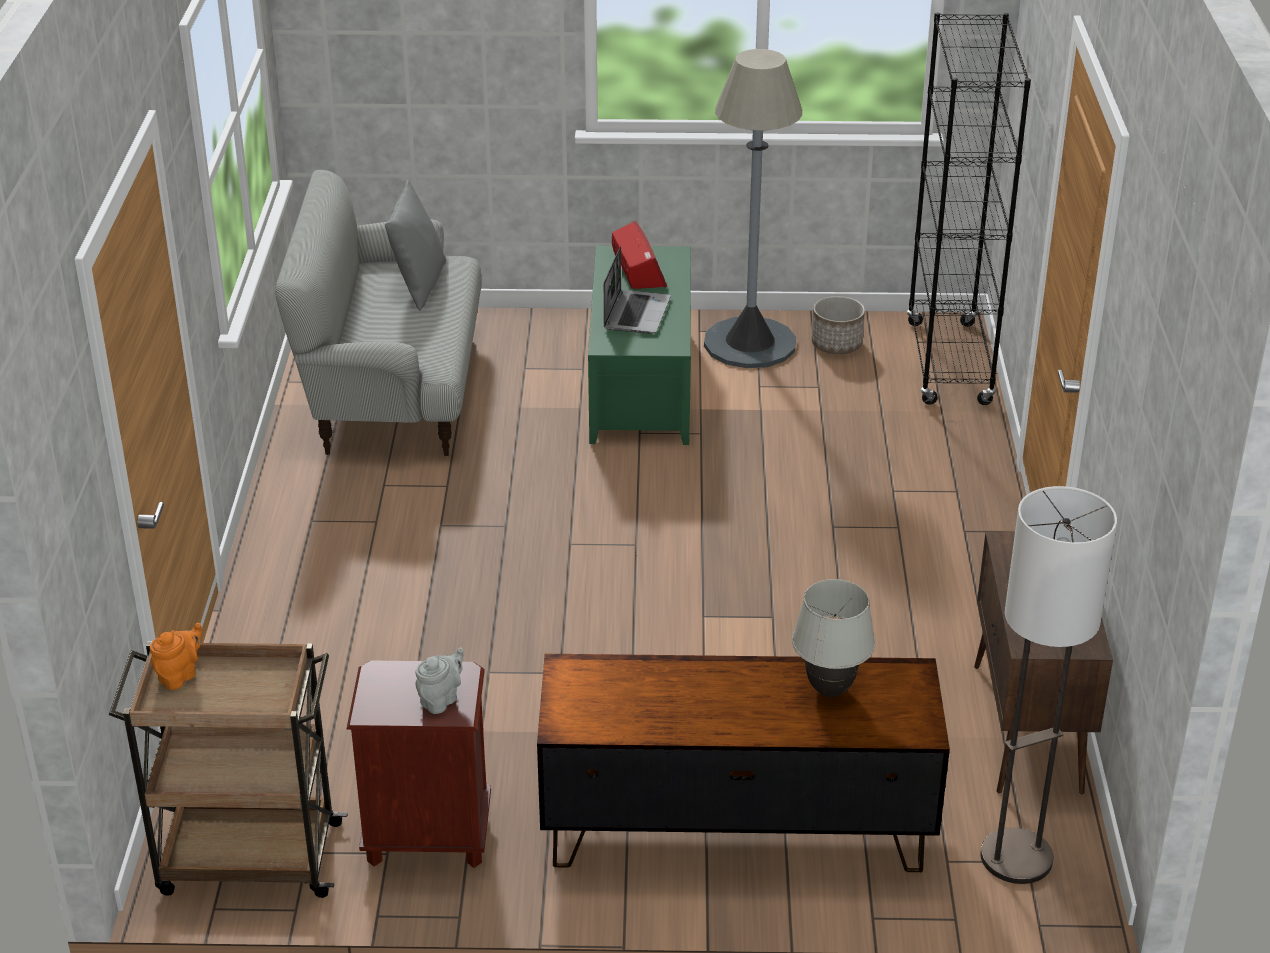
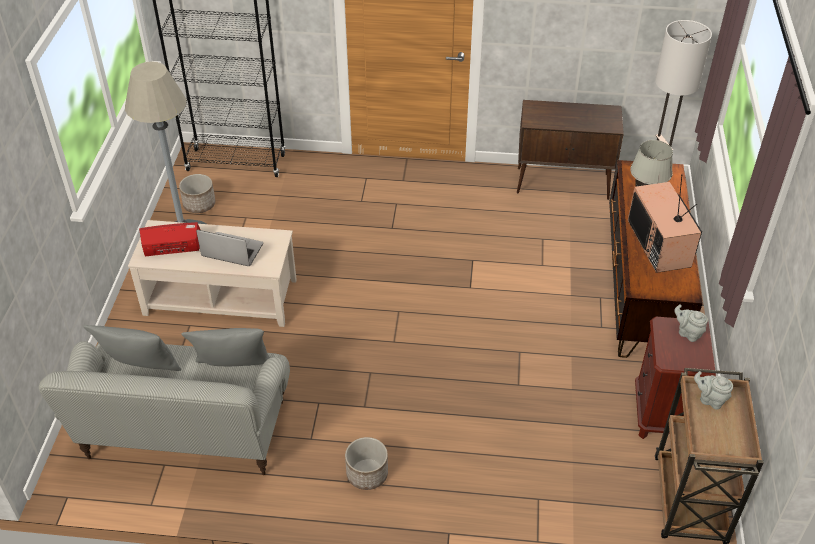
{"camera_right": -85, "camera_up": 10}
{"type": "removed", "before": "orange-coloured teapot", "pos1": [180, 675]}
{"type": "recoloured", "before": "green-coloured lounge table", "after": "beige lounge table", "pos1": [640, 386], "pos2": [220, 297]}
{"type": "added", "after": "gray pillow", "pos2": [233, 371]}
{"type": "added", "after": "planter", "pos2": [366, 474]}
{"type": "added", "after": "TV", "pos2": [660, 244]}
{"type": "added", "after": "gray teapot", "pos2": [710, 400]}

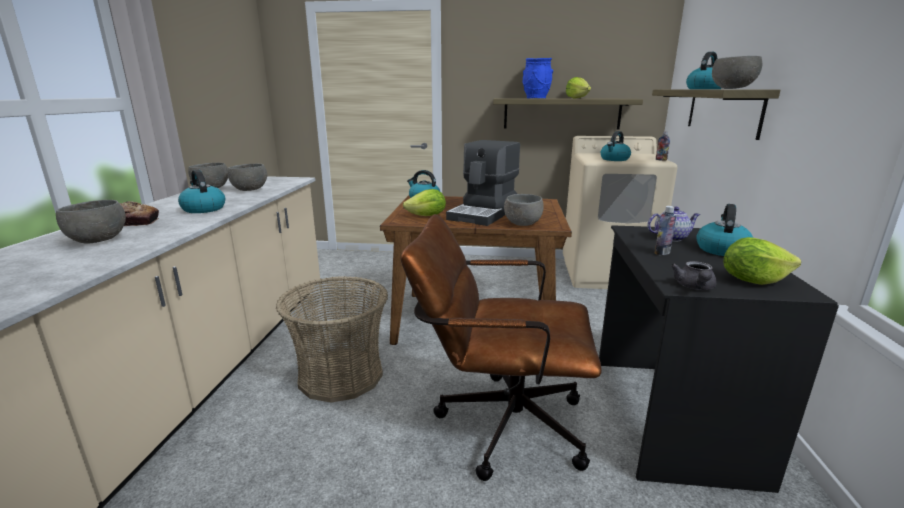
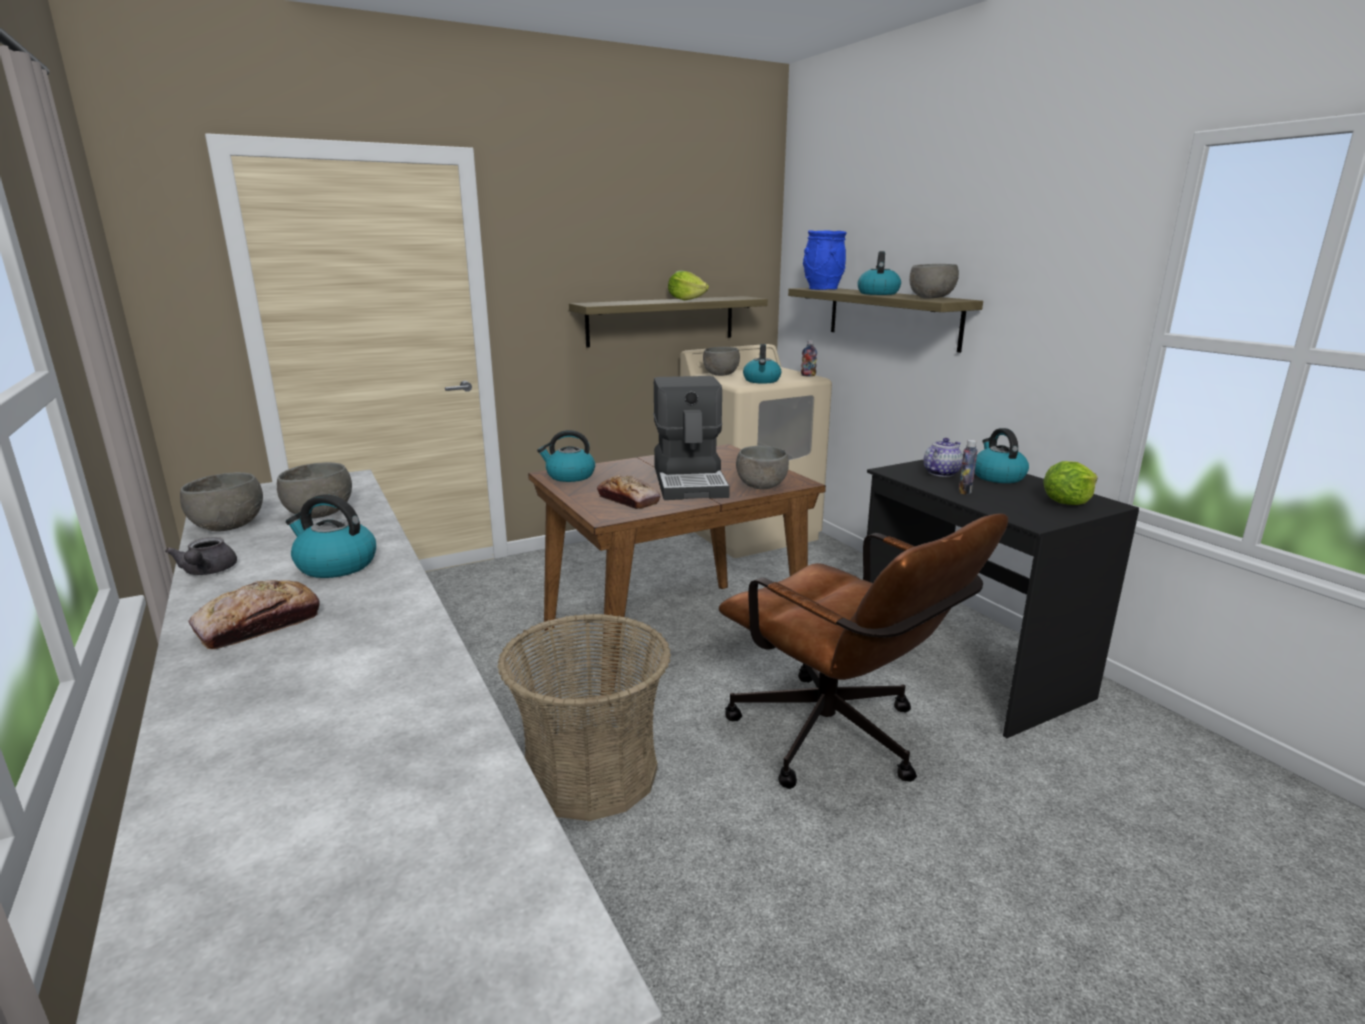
{"camera_right": -35, "camera_up": 0}
{"type": "moved", "before": "gray deep dish", "pos1": [99, 240], "pos2": [720, 375]}
{"type": "turned", "before": "brown computer chair", "pos1": [498, 422], "pos2": [840, 742], "turn": -105}
{"type": "replaced", "before": "lettuce head", "after": "bakery bread", "pos1": [427, 216], "pos2": [628, 500]}
{"type": "moved", "before": "bluish vase", "pos1": [535, 98], "pos2": [822, 289]}
{"type": "moved", "before": "gray teapot", "pos1": [694, 287], "pos2": [207, 572]}

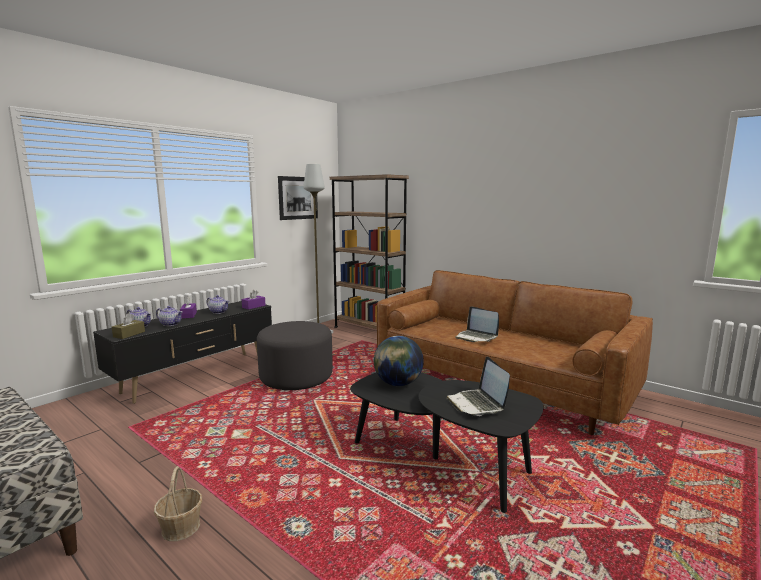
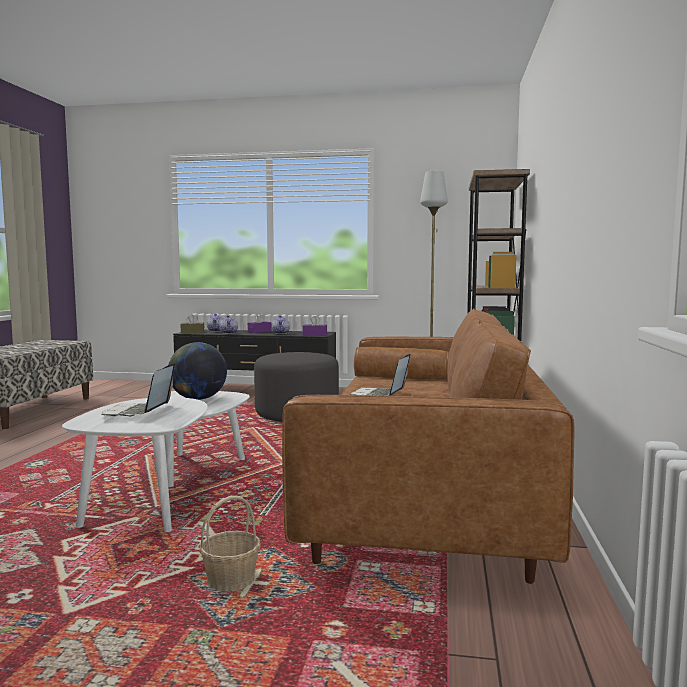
{"camera_right": 60, "camera_up": -5}
{"type": "moved", "before": "household basket", "pos1": [181, 527], "pos2": [231, 580]}
{"type": "removed", "before": "wall art", "pos1": [298, 198]}
{"type": "recoloured", "before": "blackish lounge table", "after": "white lounge table", "pos1": [439, 459], "pos2": [171, 488]}
{"type": "turned", "before": "notebook computer", "pos1": [477, 404], "pos2": [138, 412], "turn": -45}

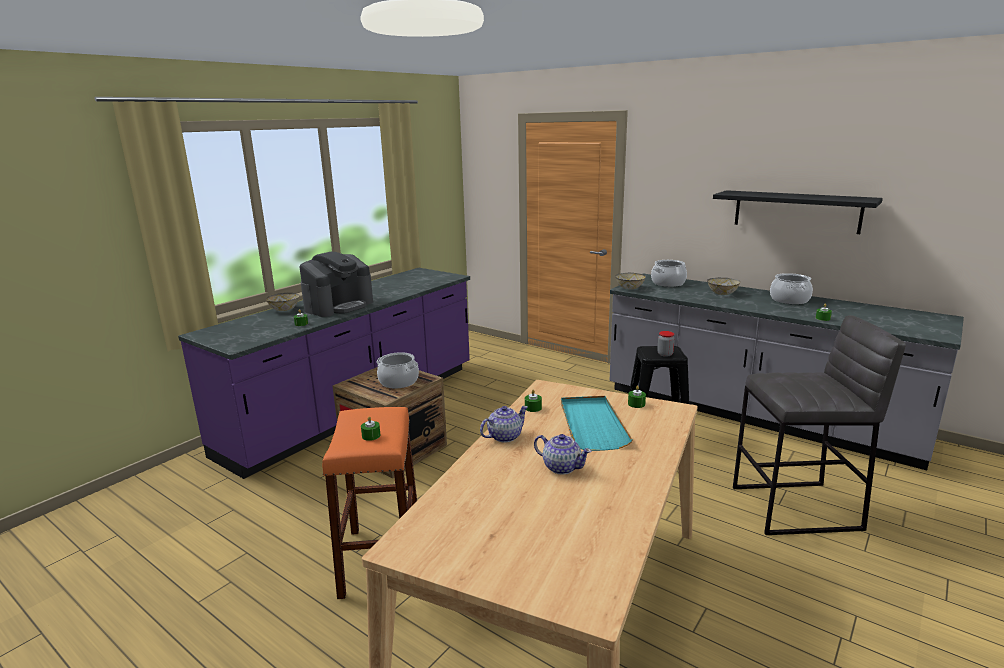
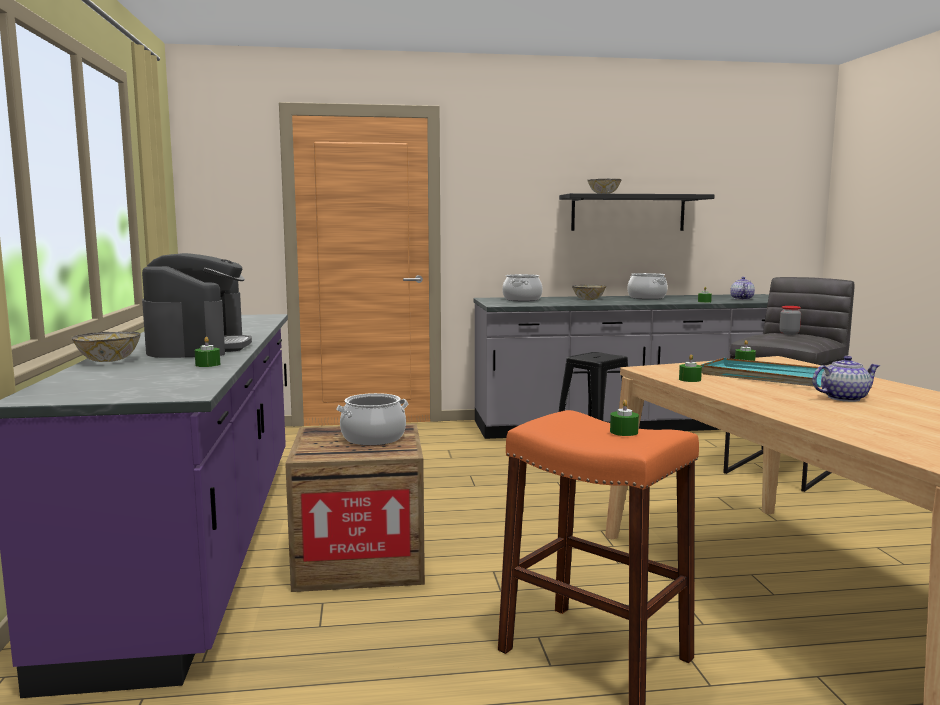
{"camera_right": -45, "camera_up": -10}
{"type": "moved", "before": "teapot", "pos1": [504, 436], "pos2": [741, 299]}
{"type": "moved", "before": "deep dish", "pos1": [629, 288], "pos2": [604, 193]}
{"type": "moved", "before": "preserve jar", "pos1": [665, 354], "pos2": [789, 333]}

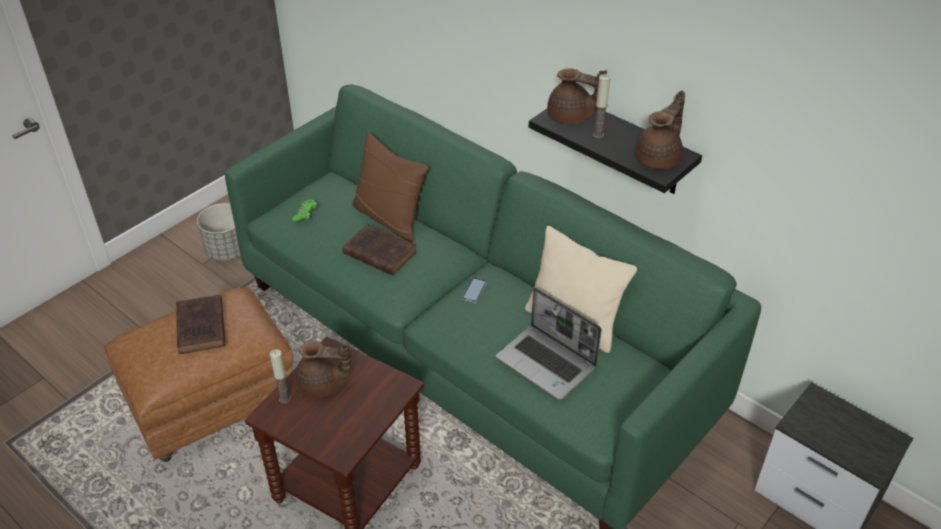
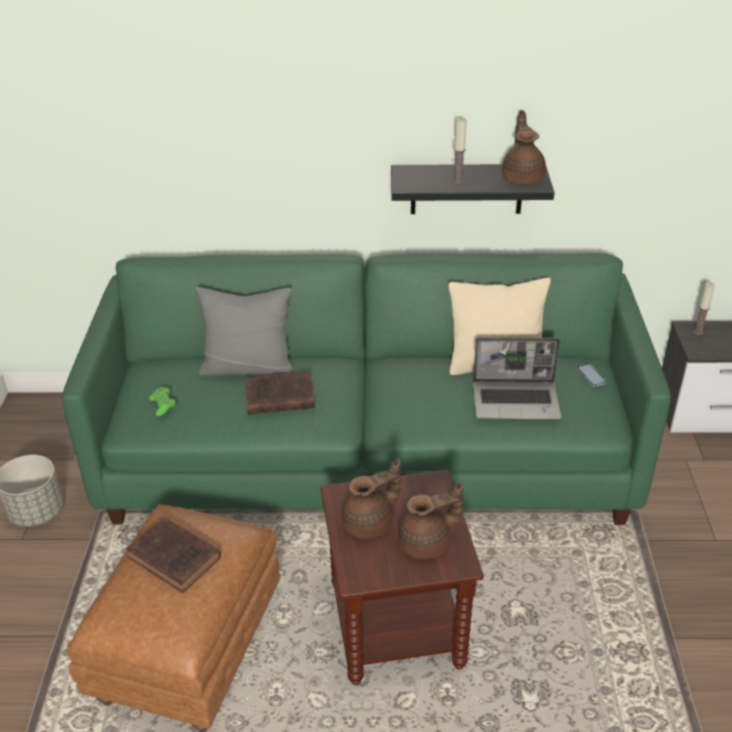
{"camera_right": -40, "camera_up": -5}
{"type": "moved", "before": "candle", "pos1": [284, 399], "pos2": [698, 332]}
{"type": "recoloured", "before": "brown pillow", "after": "gray pillow", "pos1": [389, 218], "pos2": [248, 368]}
{"type": "moved", "before": "handset", "pos1": [474, 290], "pos2": [591, 375]}
{"type": "moved", "before": "brown teapot", "pos1": [571, 118], "pos2": [427, 543]}

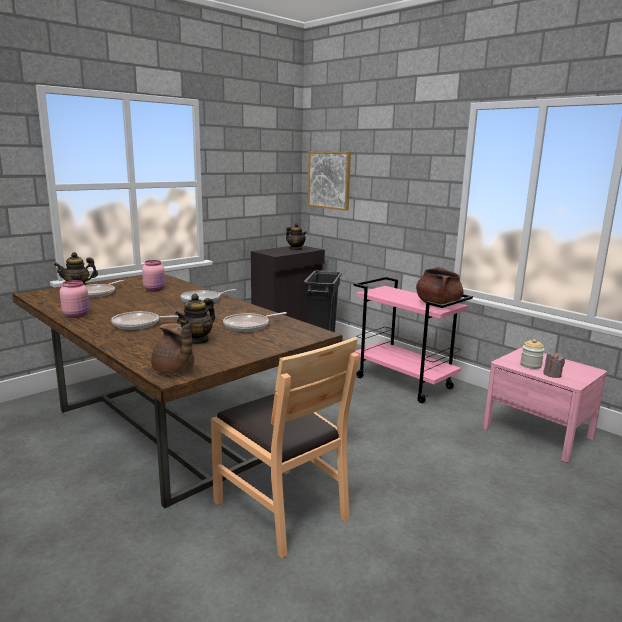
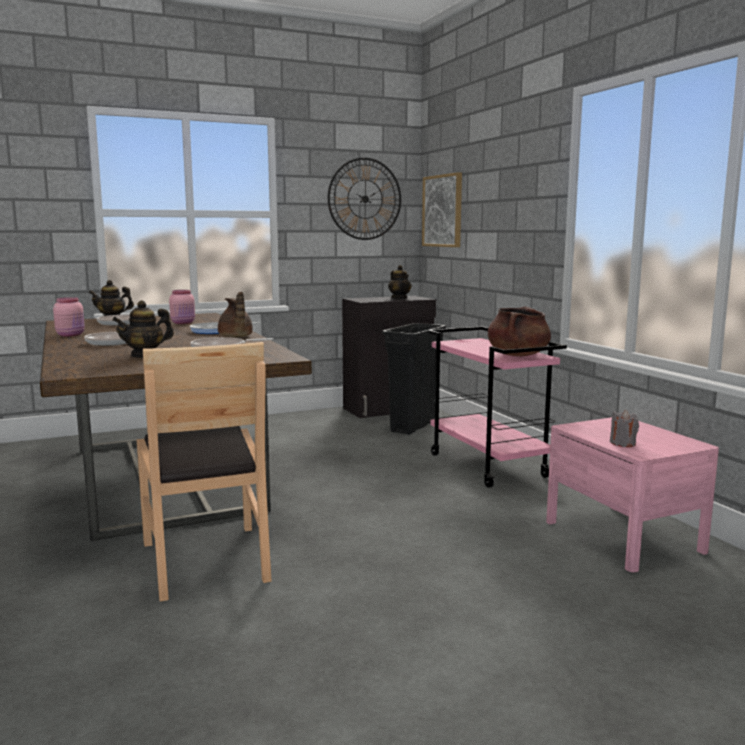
{"camera_right": 20, "camera_up": -5}
{"type": "moved", "before": "brown teapot", "pos1": [174, 371], "pos2": [235, 337]}
{"type": "removed", "before": "preserve jar", "pos1": [530, 365]}
{"type": "added", "after": "hanging clock", "pos2": [365, 199]}

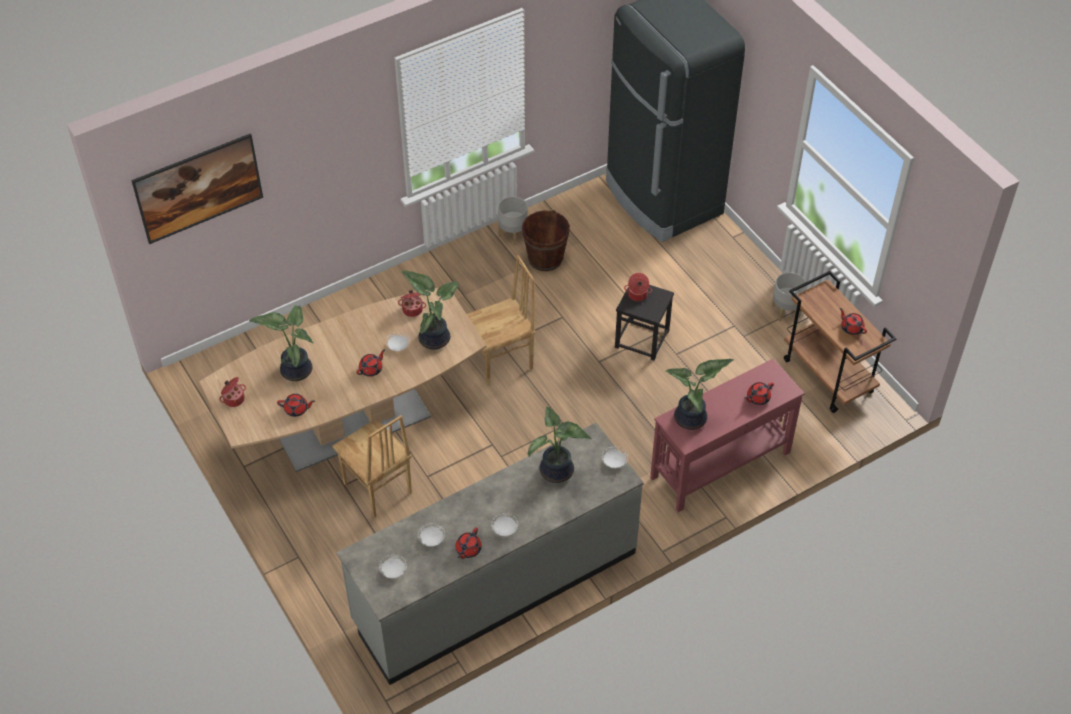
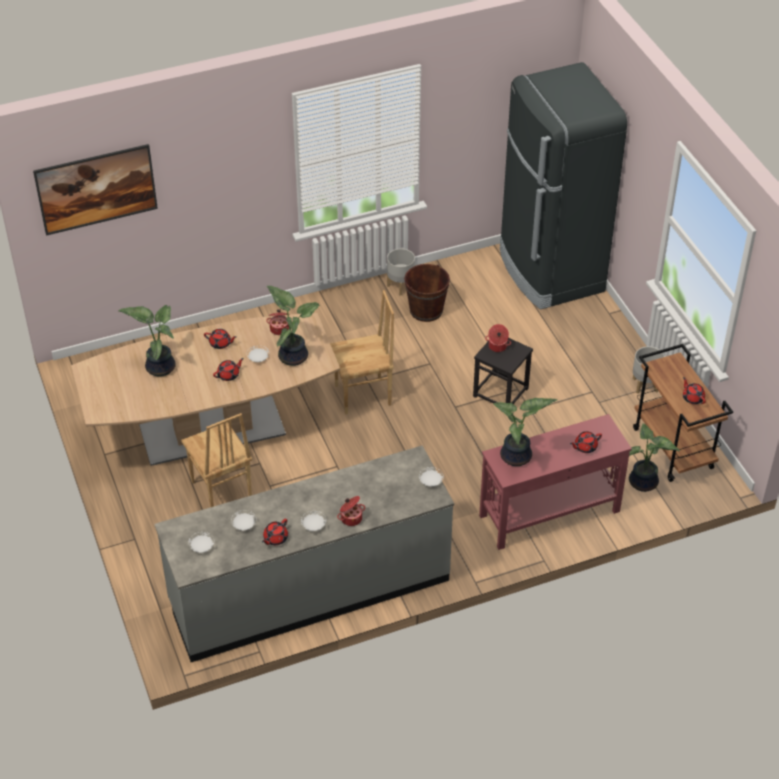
{"camera_right": 10, "camera_up": -5}
{"type": "moved", "before": "stockpot", "pos1": [233, 399], "pos2": [351, 518]}
{"type": "moved", "before": "red teapot", "pos1": [296, 409], "pos2": [220, 343]}
{"type": "moved", "before": "plant in a pot", "pos1": [557, 473], "pos2": [643, 484]}

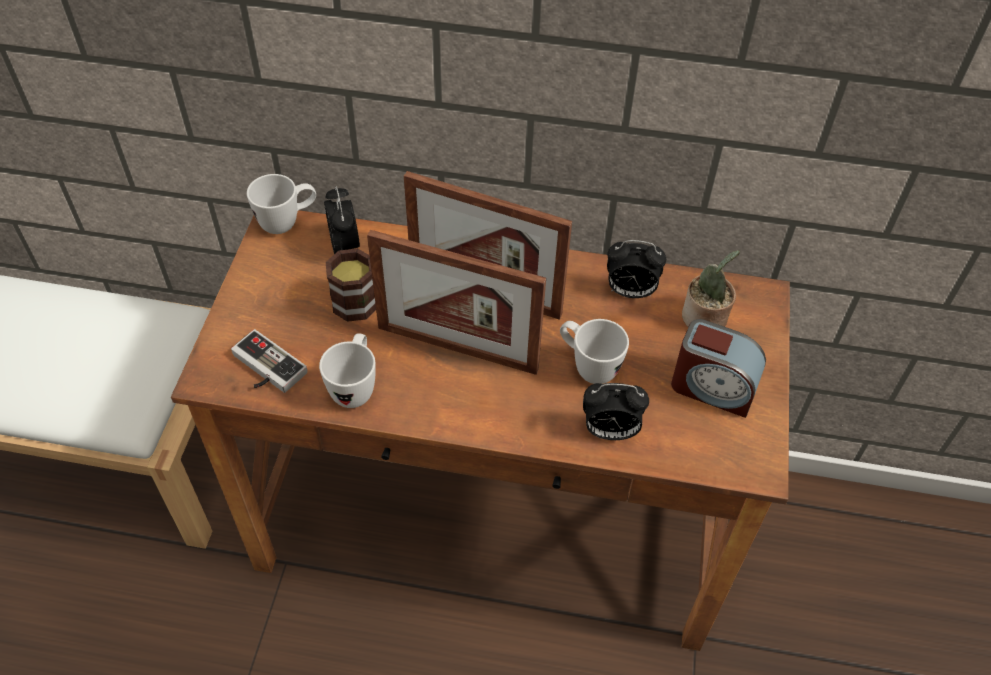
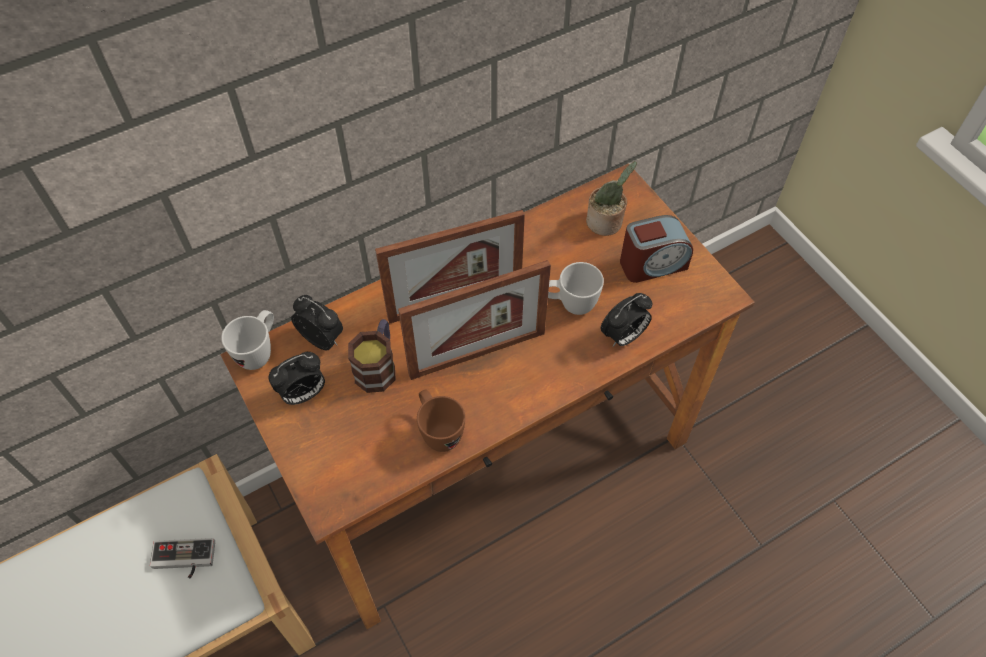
{"camera_right": -40, "camera_up": 5}
{"type": "moved", "before": "gamepad", "pos1": [264, 369], "pos2": [183, 561]}
{"type": "recoloured", "before": "white mug", "after": "brown mug", "pos1": [355, 386], "pos2": [438, 431]}
{"type": "moved", "before": "table clock", "pos1": [630, 291], "pos2": [303, 394]}

